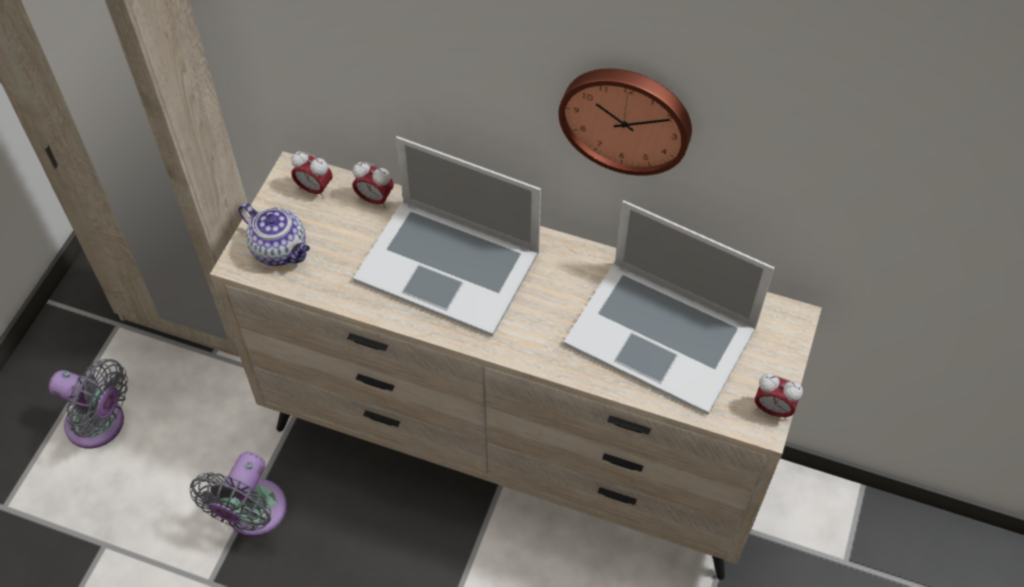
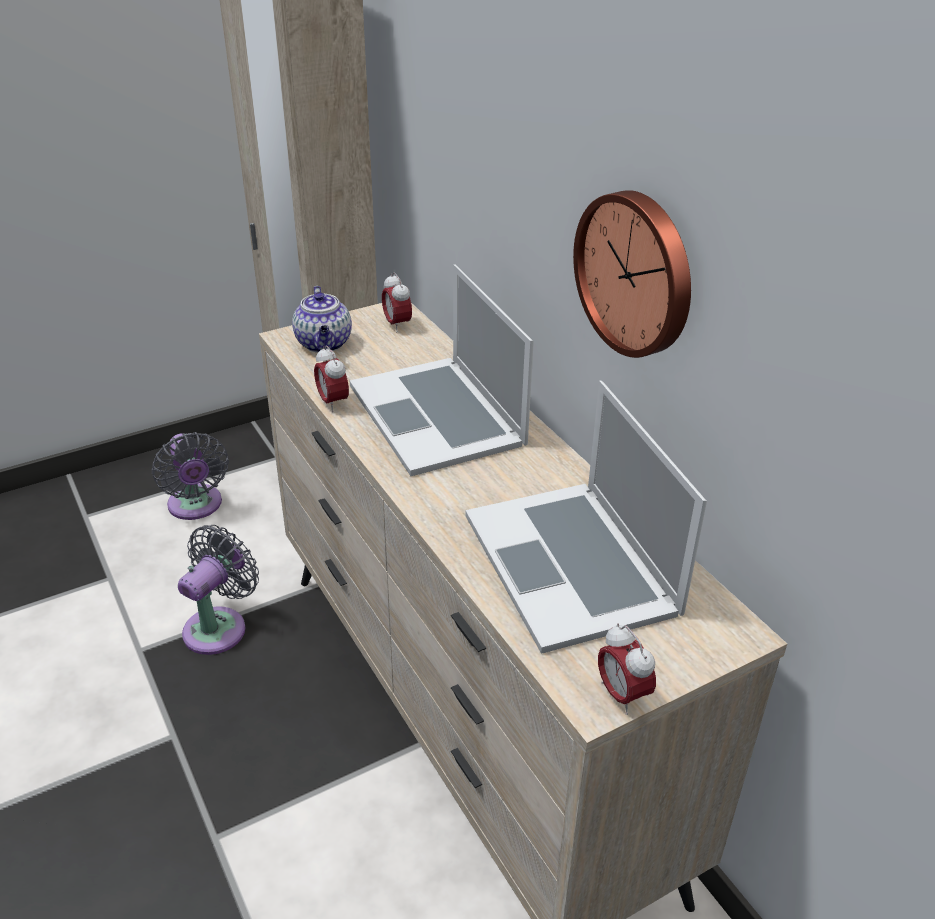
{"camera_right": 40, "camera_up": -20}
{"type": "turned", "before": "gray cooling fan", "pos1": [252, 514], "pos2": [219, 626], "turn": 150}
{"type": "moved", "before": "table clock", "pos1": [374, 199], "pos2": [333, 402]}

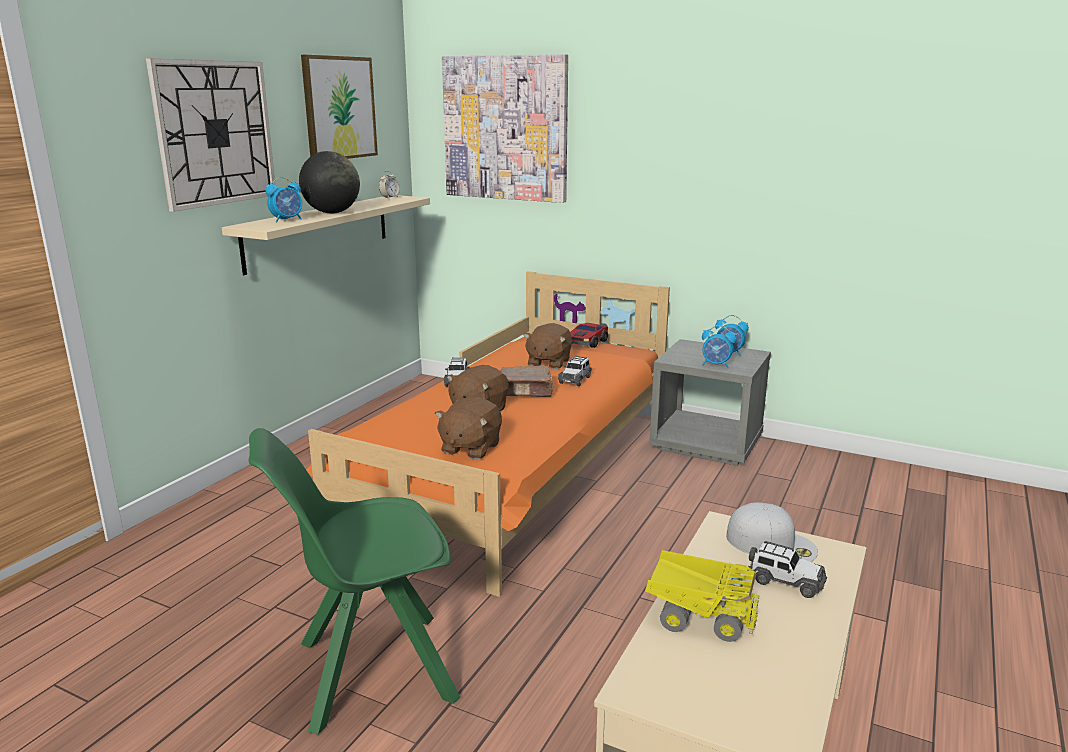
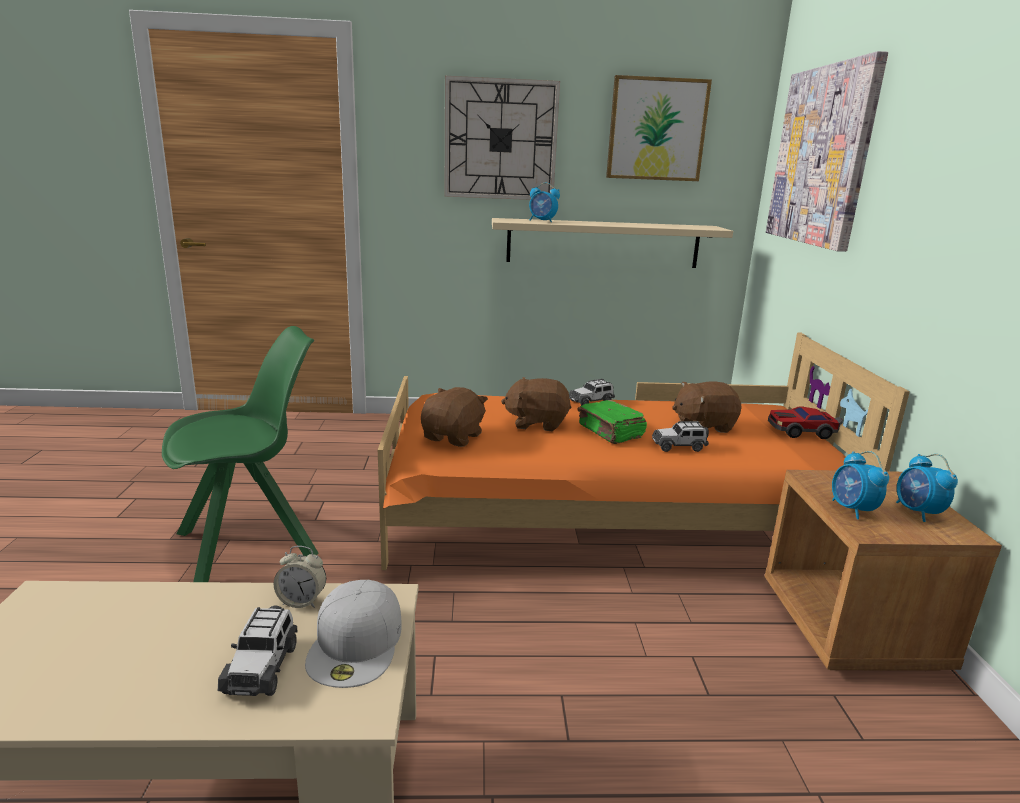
{"camera_right": 60, "camera_up": 0}
{"type": "turned", "before": "green-coloured chair", "pos1": [370, 671], "pos2": [251, 543], "turn": 105}
{"type": "removed", "before": "desk globe", "pos1": [332, 213]}
{"type": "moved", "before": "table clock", "pos1": [390, 197], "pos2": [302, 601]}
{"type": "turned", "before": "brown soft toy", "pos1": [470, 448], "pos2": [454, 437], "turn": 120}
{"type": "recoloured", "before": "brown volume", "after": "green-coloured volume", "pos1": [527, 392], "pos2": [610, 432]}
{"type": "removed", "before": "toy lorry", "pos1": [698, 617]}
{"type": "recoloured", "before": "gray night table", "after": "brown night table", "pos1": [707, 444], "pos2": [852, 628]}

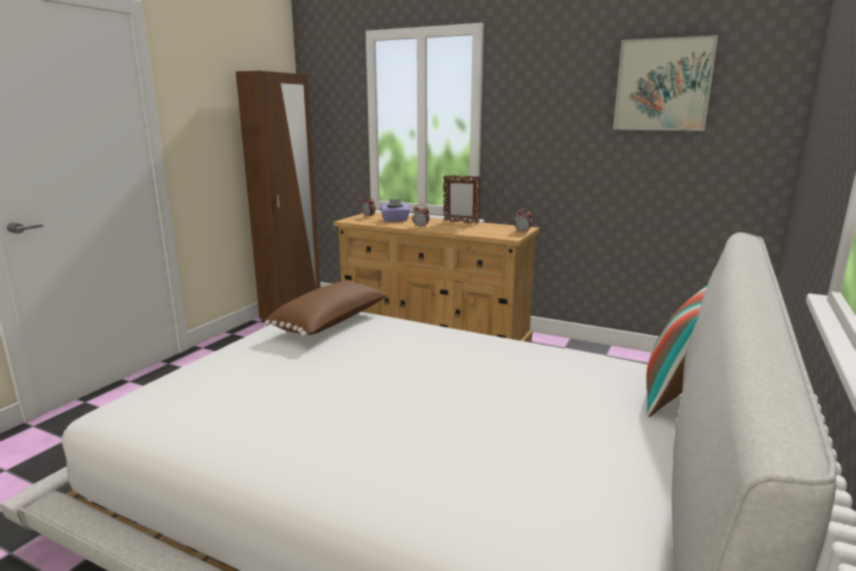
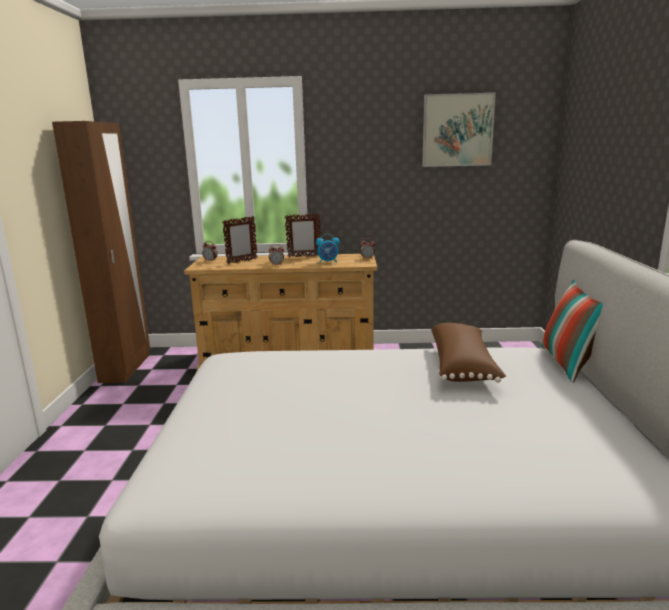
{"camera_right": -25, "camera_up": 0}
{"type": "moved", "before": "brown pillow", "pos1": [332, 323], "pos2": [463, 366]}
{"type": "replaced", "before": "purple-coloured tissue holder", "after": "standing frame", "pos1": [395, 220], "pos2": [242, 261]}
{"type": "added", "after": "table clock", "pos2": [328, 262]}

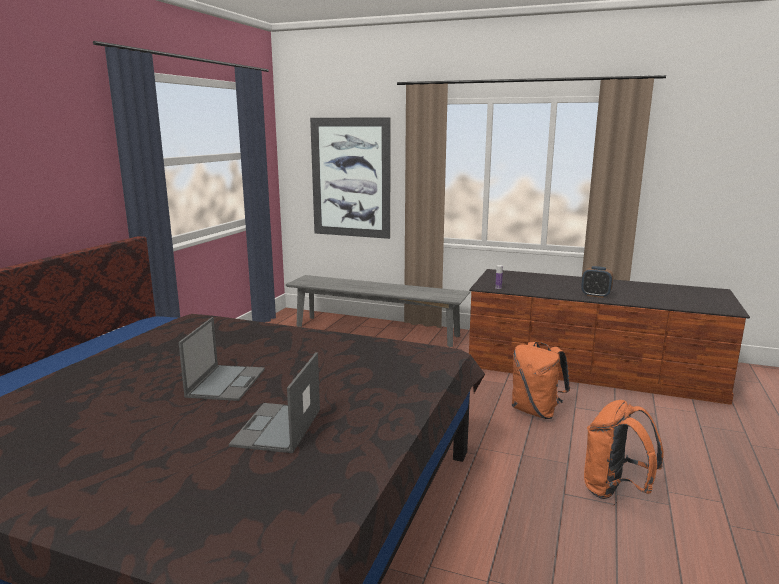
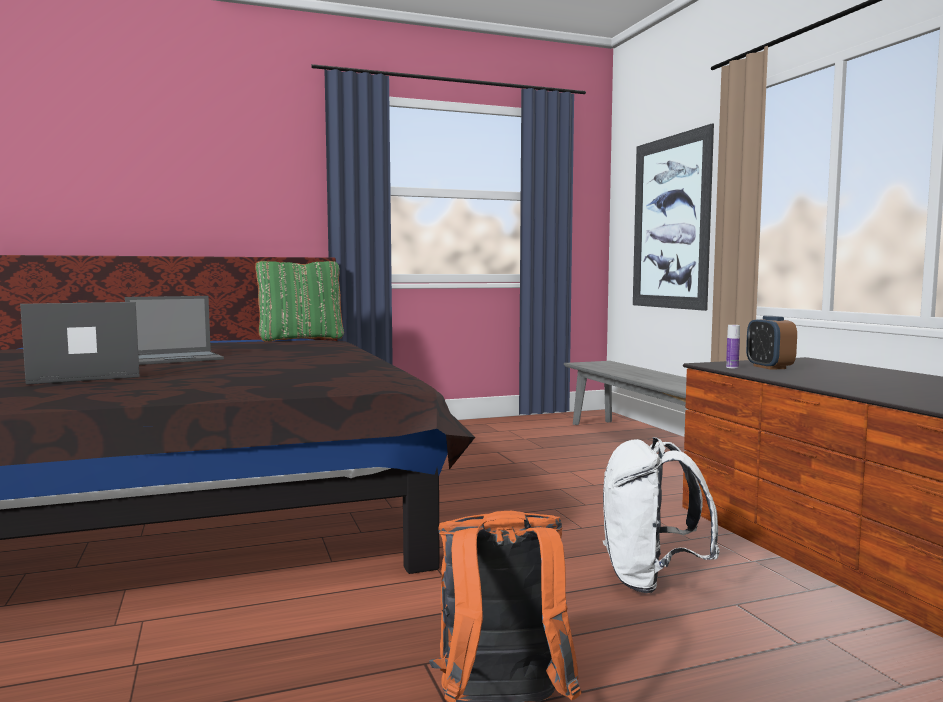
{"camera_right": 50, "camera_up": -10}
{"type": "recoloured", "before": "orange-coloured knapsack", "after": "white knapsack", "pos1": [536, 411], "pos2": [650, 580]}
{"type": "moved", "before": "table clock", "pos1": [595, 295], "pos2": [769, 367]}
{"type": "added", "after": "green-coloured pillow", "pos2": [301, 339]}

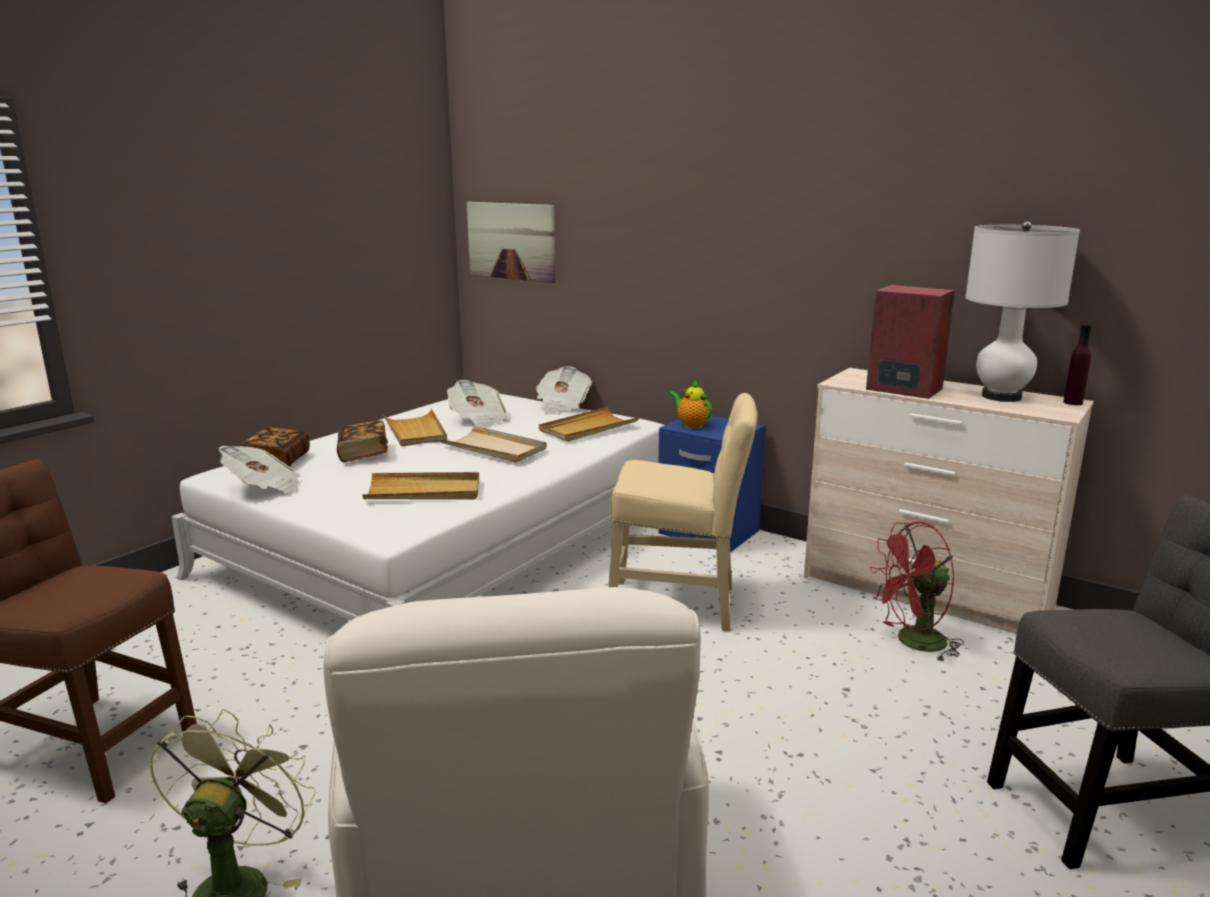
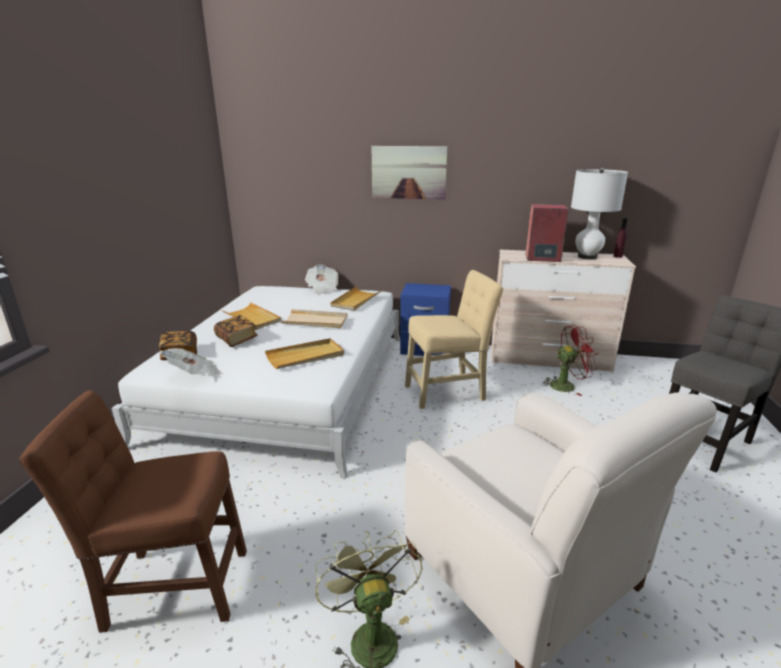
{"camera_right": -25, "camera_up": 5}
{"type": "removed", "before": "newspaper", "pos1": [478, 420]}
{"type": "moved", "before": "wall art", "pos1": [511, 241], "pos2": [408, 172]}
{"type": "removed", "before": "teapot", "pos1": [691, 425]}
{"type": "turned", "before": "red cooling fan", "pos1": [912, 643], "pos2": [566, 385], "turn": -150}

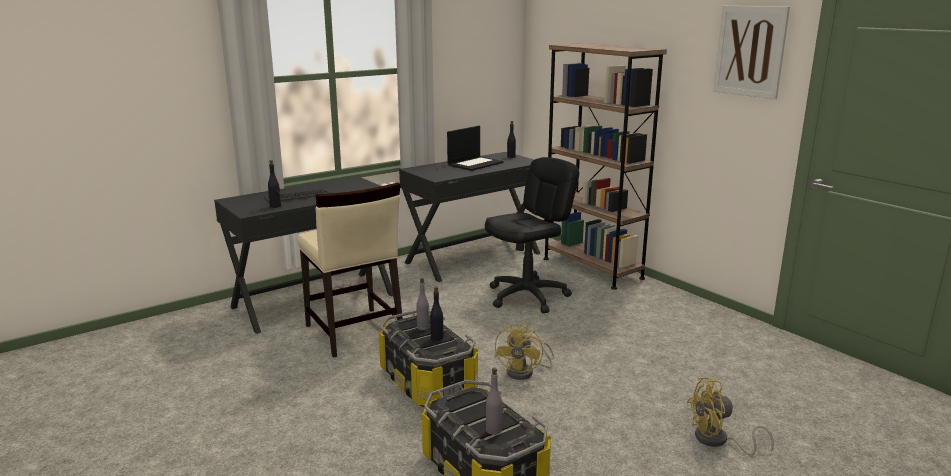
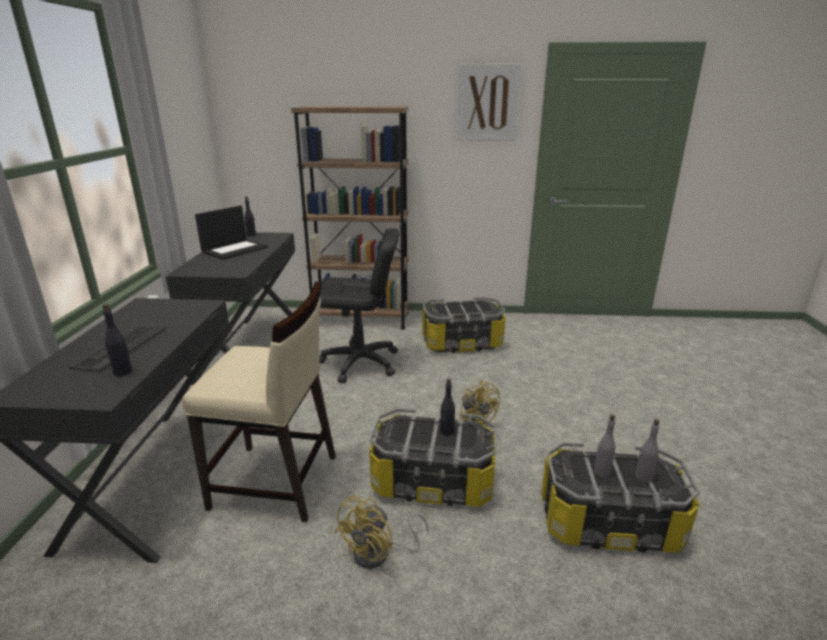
{"camera_right": -50, "camera_up": 5}
{"type": "moved", "before": "gray bottle", "pos1": [423, 327], "pos2": [602, 472]}
{"type": "turned", "before": "notebook computer", "pos1": [475, 163], "pos2": [235, 249], "turn": 45}
{"type": "turned", "before": "blackish computer chair", "pos1": [528, 296], "pos2": [360, 363], "turn": 90}
{"type": "moved", "before": "yellow-coloured cooling fan", "pos1": [718, 441], "pos2": [379, 554]}
{"type": "added", "after": "storage bin", "pos2": [461, 343]}

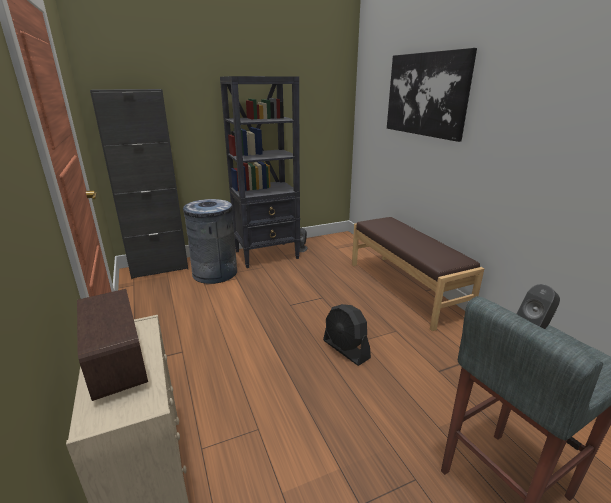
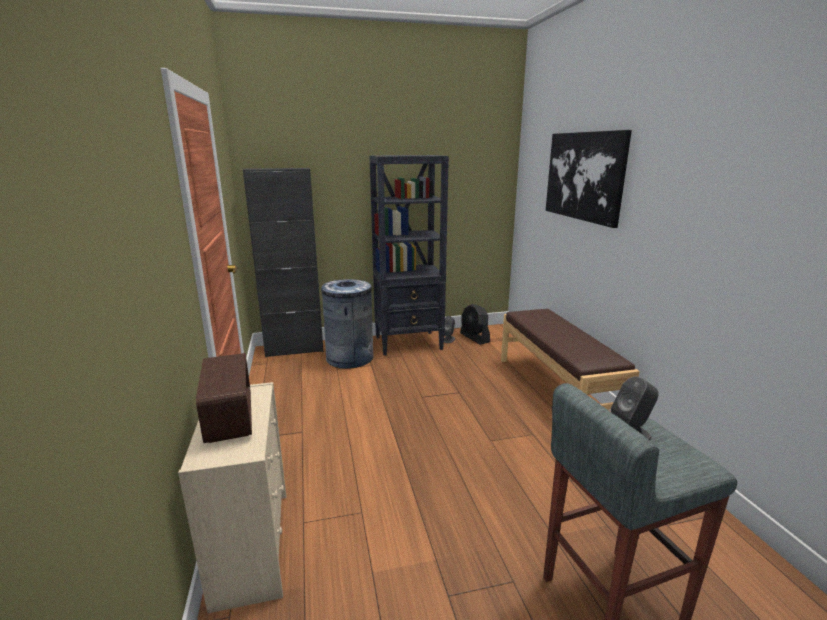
{"camera_right": 10, "camera_up": -5}
{"type": "moved", "before": "blackish cooling fan", "pos1": [346, 349], "pos2": [474, 338]}

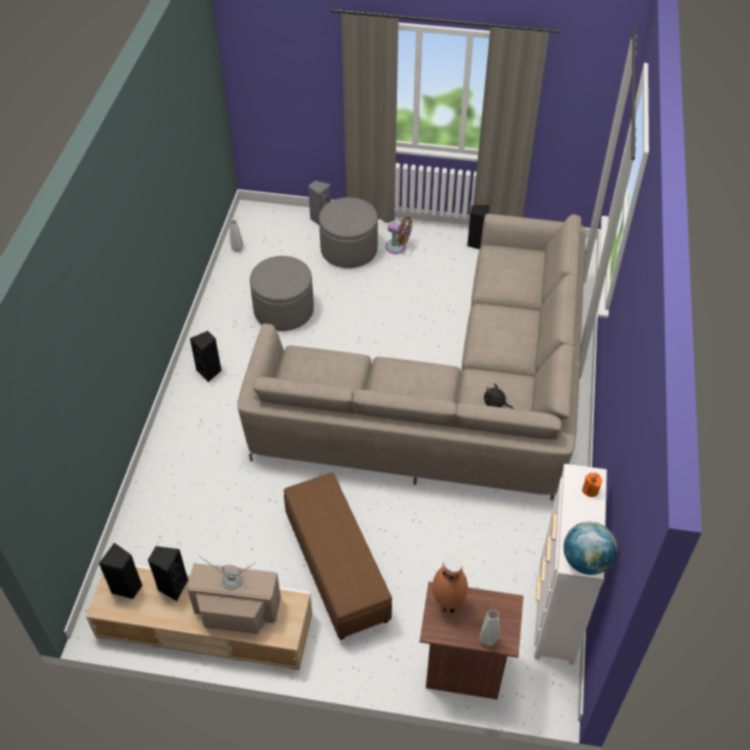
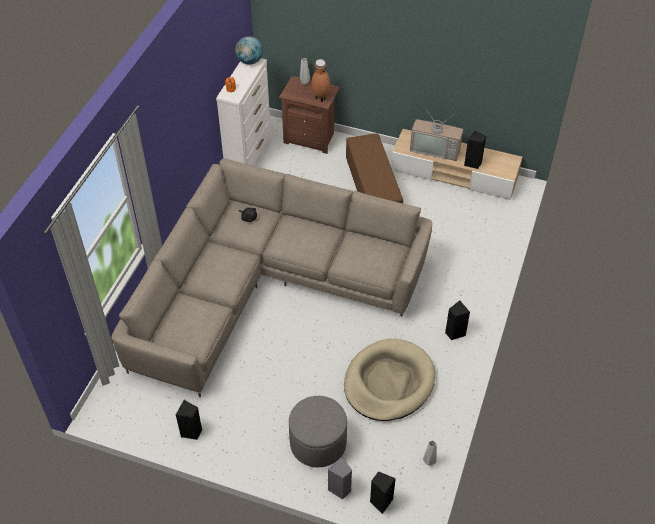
{"camera_right": -170, "camera_up": 0}
{"type": "moved", "before": "blackish audio speaker", "pos1": [127, 588], "pos2": [380, 502]}
{"type": "replaced", "before": "gray pouffe", "after": "beige pet bed", "pos1": [284, 310], "pos2": [388, 382]}
{"type": "removed", "before": "brown cooling fan", "pos1": [398, 247]}

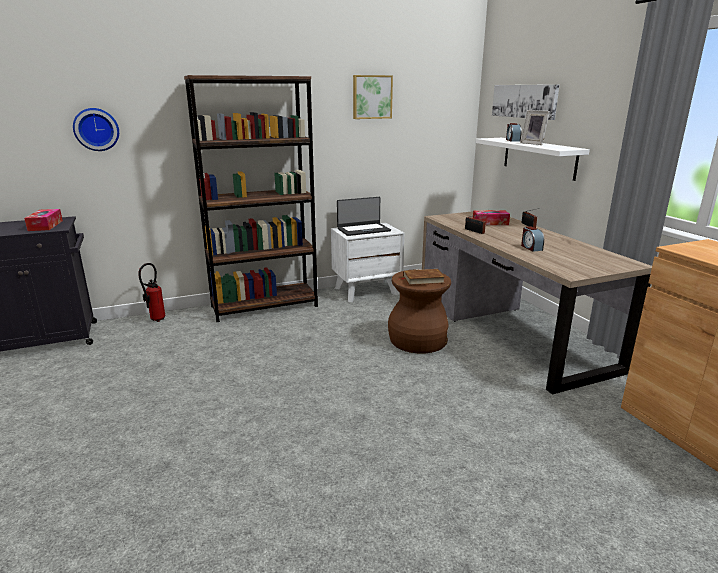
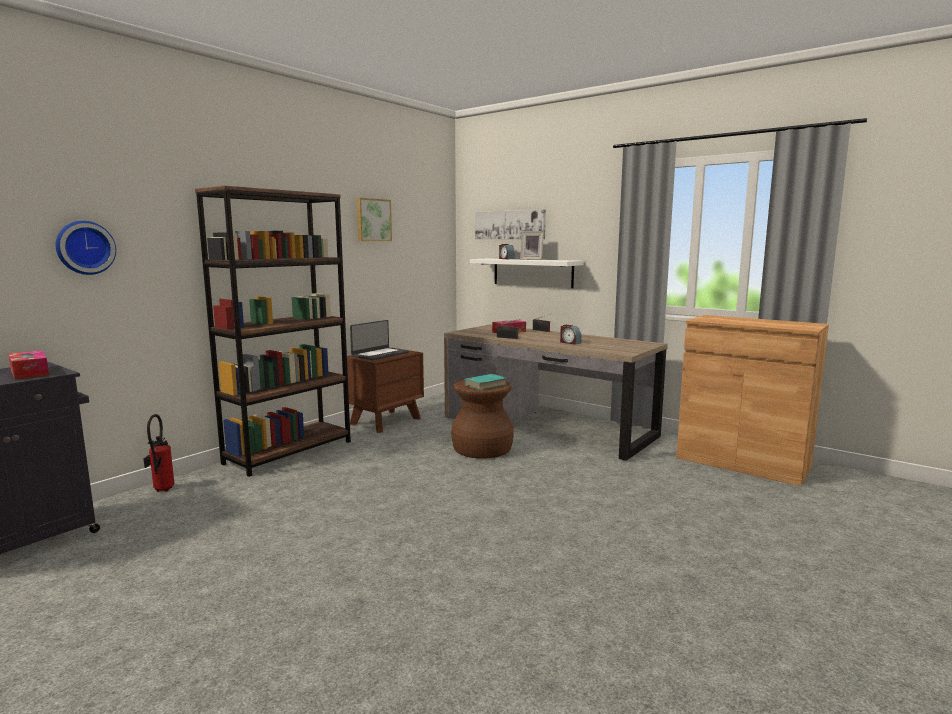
{"camera_right": -30, "camera_up": -10}
{"type": "recoloured", "before": "white night table", "after": "brown night table", "pos1": [367, 291], "pos2": [386, 421]}
{"type": "recoloured", "before": "brown volume", "after": "turquoise volume", "pos1": [423, 279], "pos2": [485, 384]}

